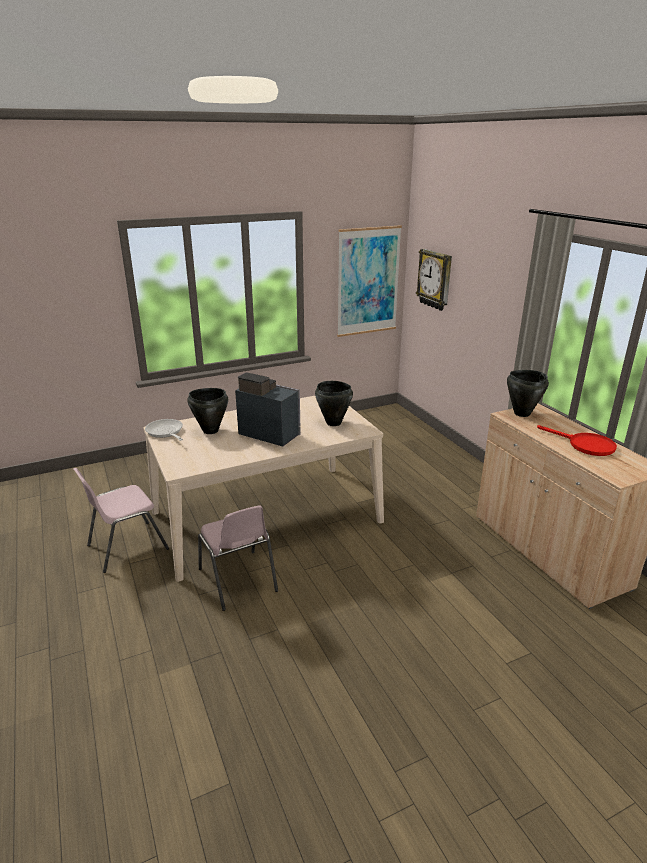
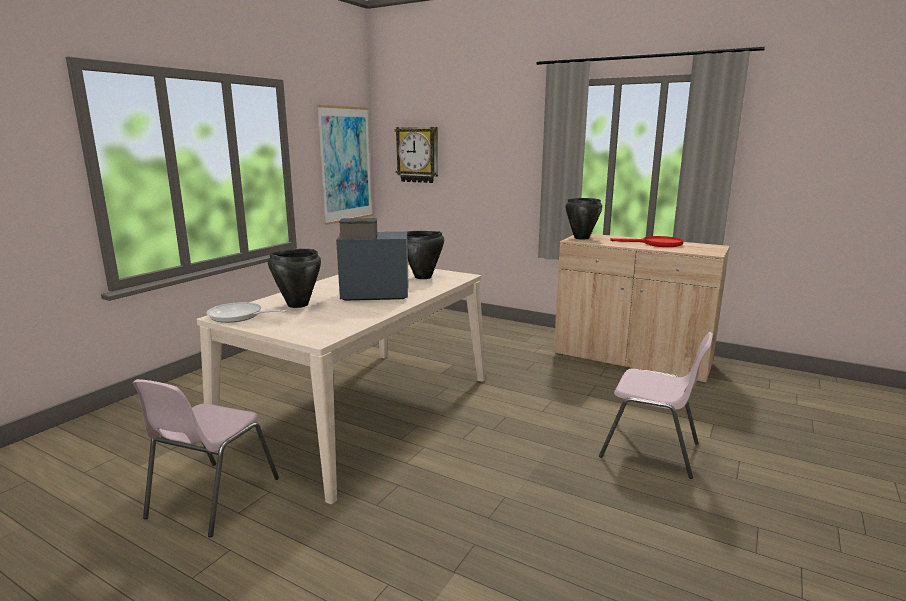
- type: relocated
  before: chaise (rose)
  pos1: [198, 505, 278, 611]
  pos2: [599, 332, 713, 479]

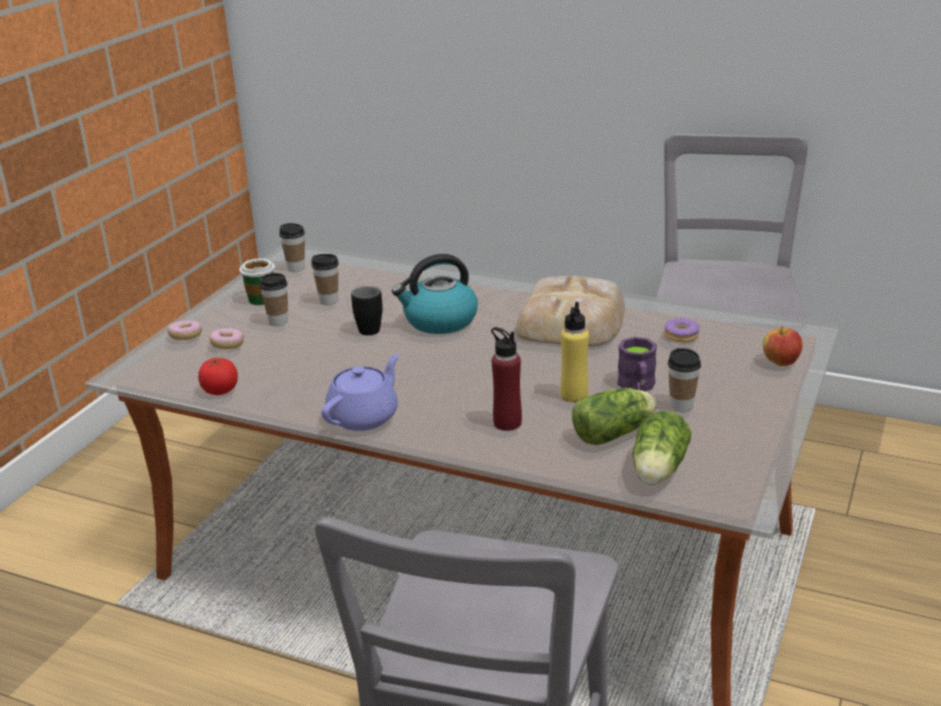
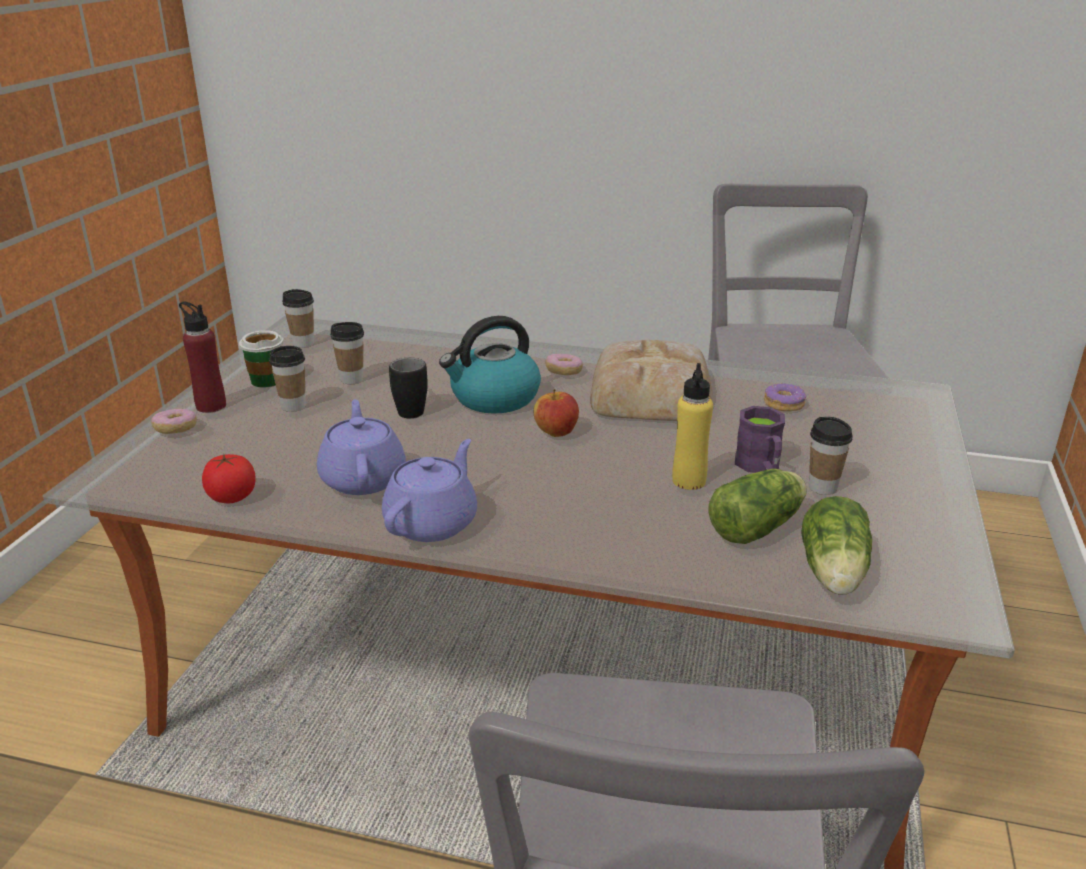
- type: relocated
  before: beignet
  pos1: [209, 328, 244, 349]
  pos2: [545, 354, 583, 375]
- type: relocated
  before: bouteille (rouge)
  pos1: [491, 327, 522, 431]
  pos2: [179, 302, 226, 413]
- type: relocated
  before: pomme
  pos1: [763, 326, 803, 366]
  pos2: [534, 389, 579, 437]
- type: appeared
  after: théière (violet)
  pos2: [317, 399, 406, 495]

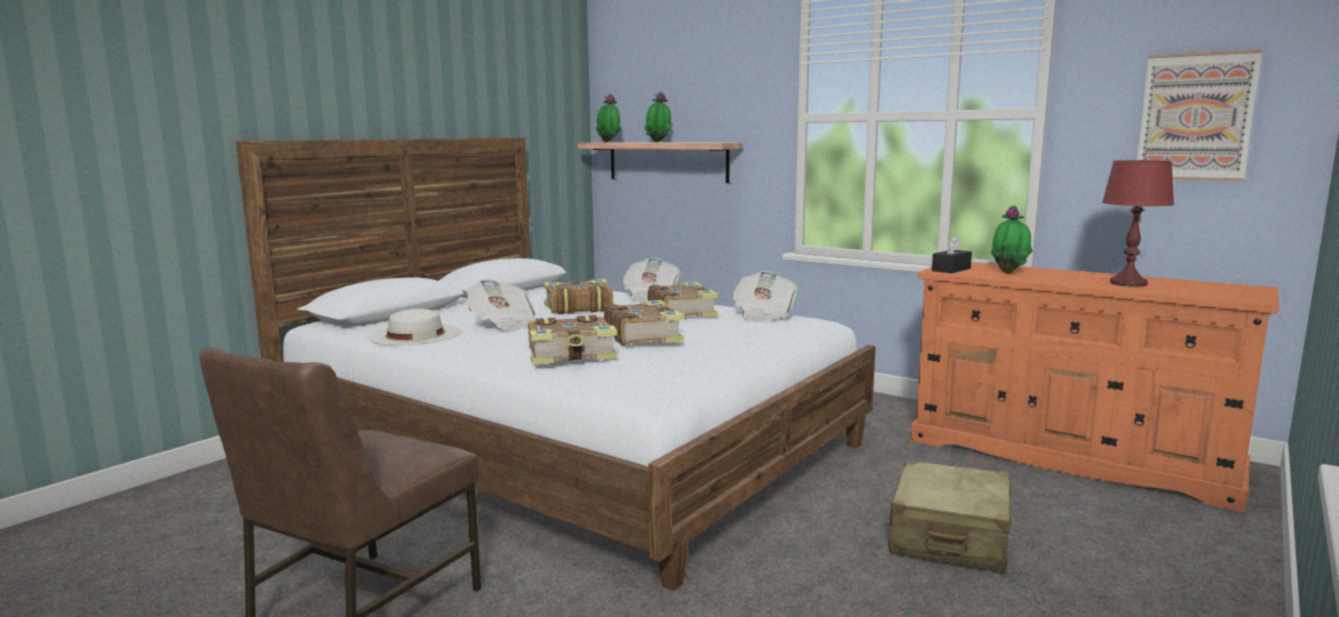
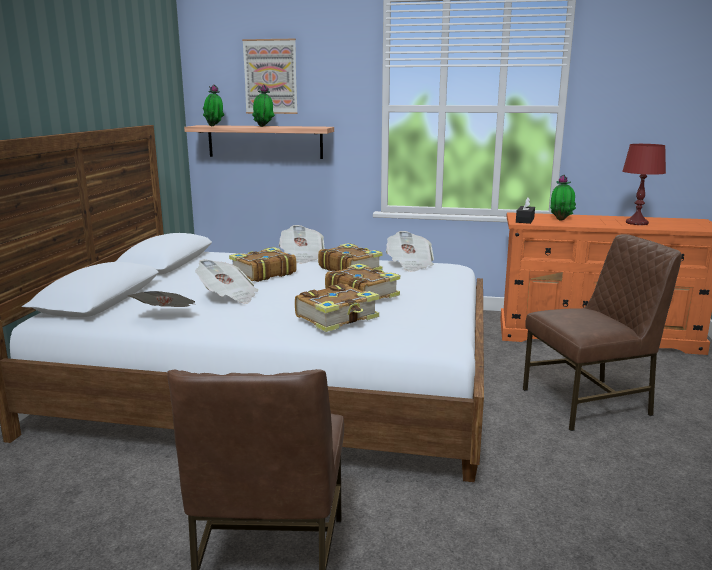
- type: exchanged
  before: chapeau (blanc)
  after: journal
  pos1: [368, 309, 461, 345]
  pos2: [128, 291, 195, 307]
- type: exchanged
  before: valise (beige)
  after: chaise (marron)
  pos1: [889, 460, 1011, 571]
  pos2: [523, 234, 682, 431]
- type: relocated
  before: tableau
  pos1: [1137, 50, 1262, 181]
  pos2: [242, 39, 298, 114]

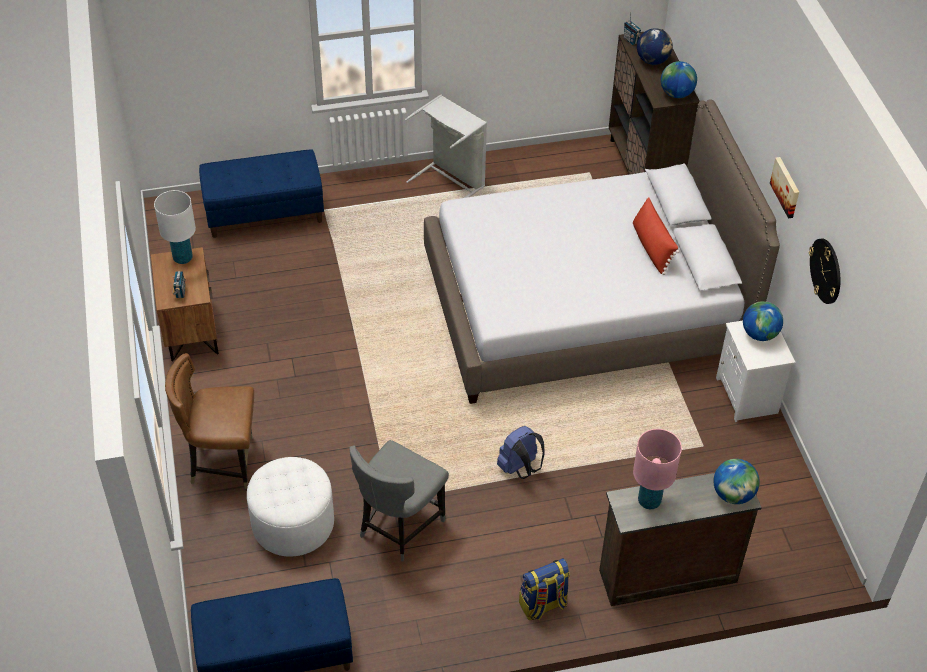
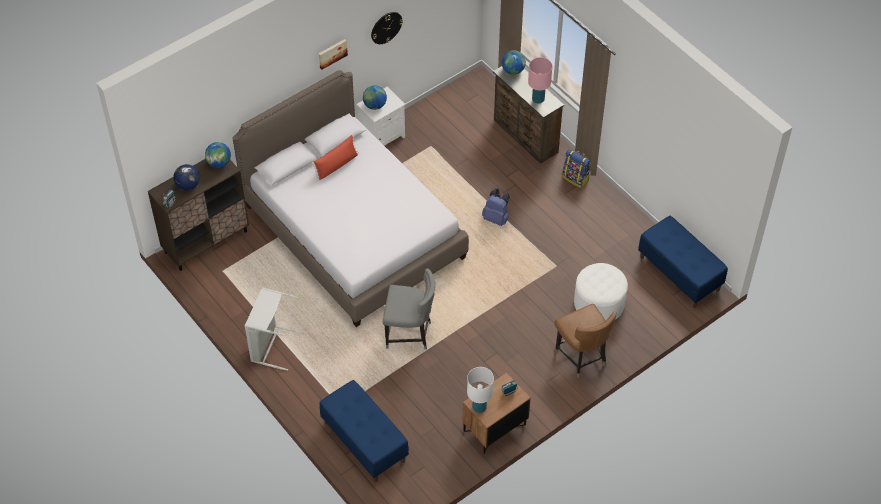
- type: relocated
  before: chaise (gris)
  pos1: [349, 440, 449, 562]
  pos2: [383, 268, 435, 349]

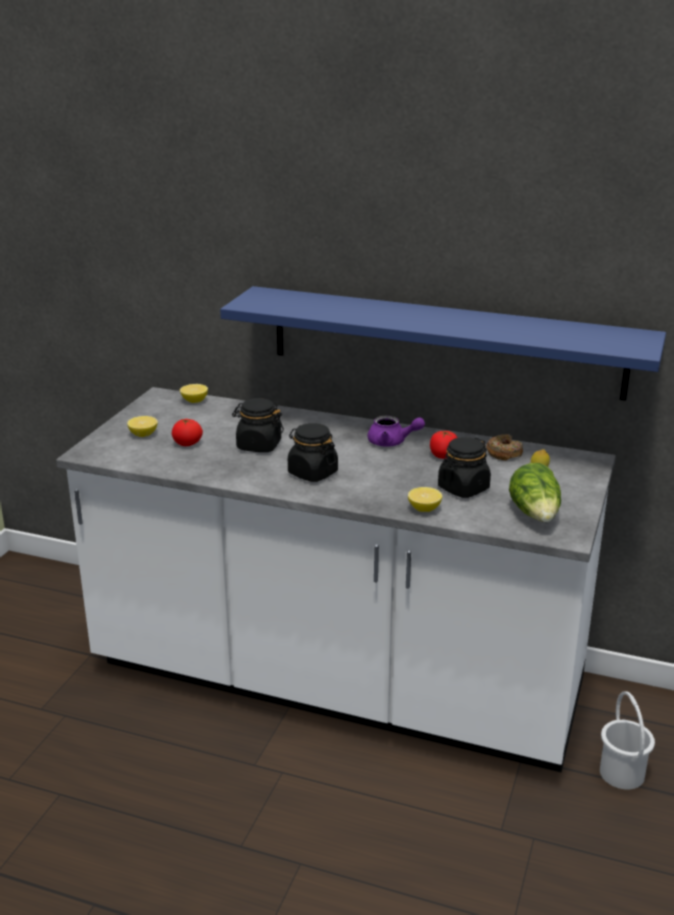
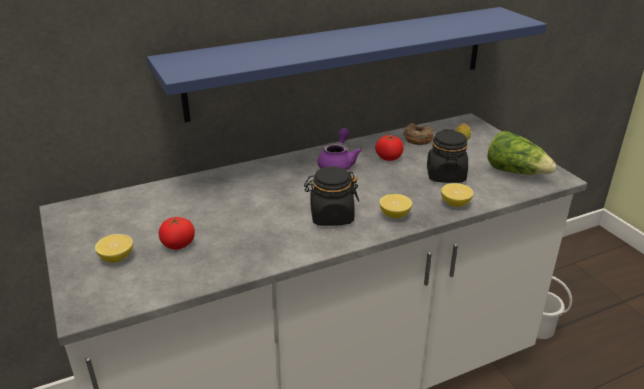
- type: relocated
  before: citron
  pos1: [180, 384, 208, 403]
  pos2: [379, 194, 412, 218]
- type: missing
  before: bocal (noir)
  pos1: [232, 398, 284, 452]
- type: spun
  before: théière (violet)
  pos1: [368, 416, 425, 447]
  pos2: [318, 128, 362, 170]
  turn: -45

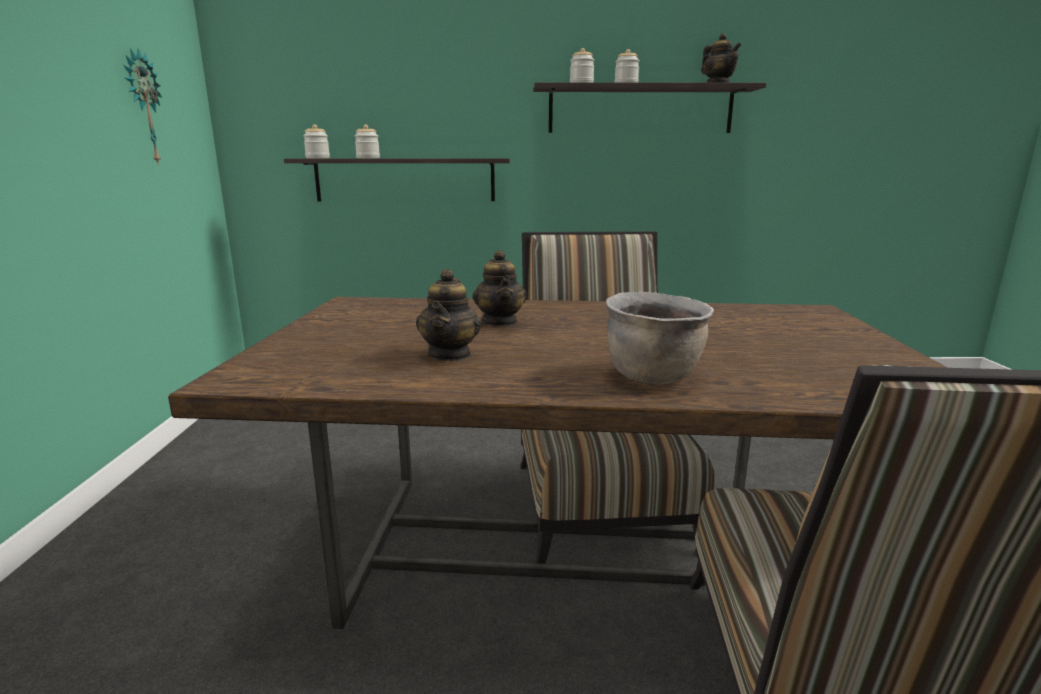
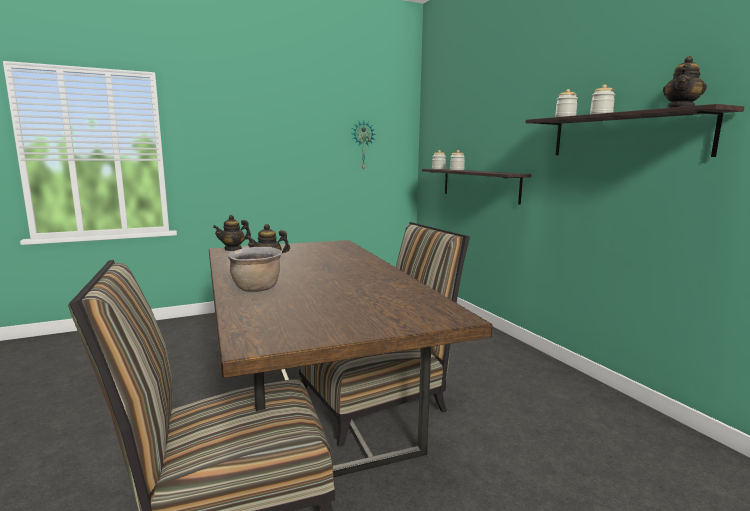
- type: relocated
  before: théière
  pos1: [472, 250, 527, 326]
  pos2: [213, 215, 251, 251]

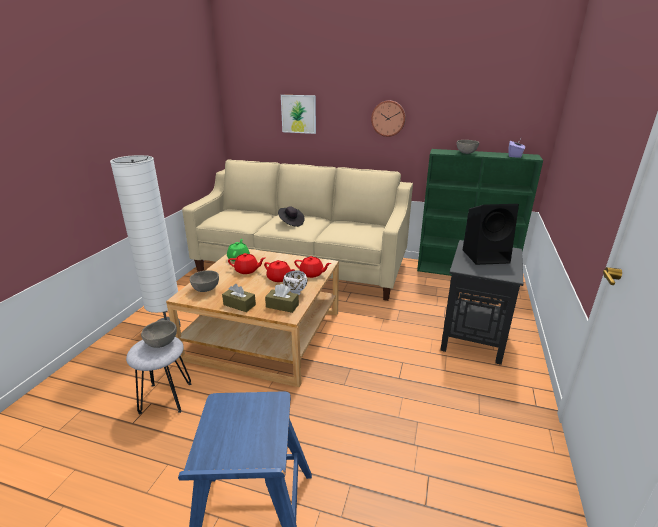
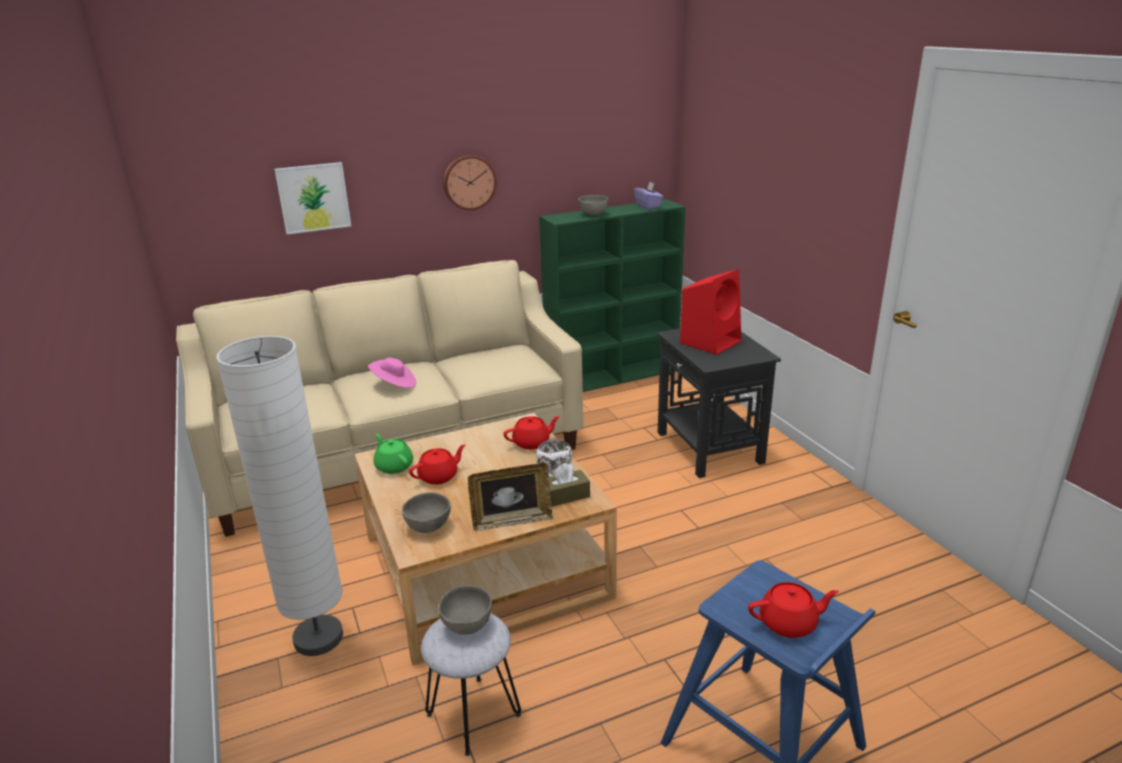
- type: exchanged
  before: boîte à mouchoirs (marron)
  after: cadre photo
  pos1: [222, 284, 256, 312]
  pos2: [468, 463, 553, 531]
- type: relocated
  before: théière (rouge)
  pos1: [264, 260, 295, 282]
  pos2: [748, 582, 839, 638]
- type: colour
  before: chapeau (noir)
  after: chapeau (rose)
  pos1: [278, 206, 304, 227]
  pos2: [368, 358, 416, 388]
- type: colour
  before: enceinte (noir)
  after: enceinte (rouge)
  pos1: [463, 204, 519, 265]
  pos2: [680, 269, 741, 355]

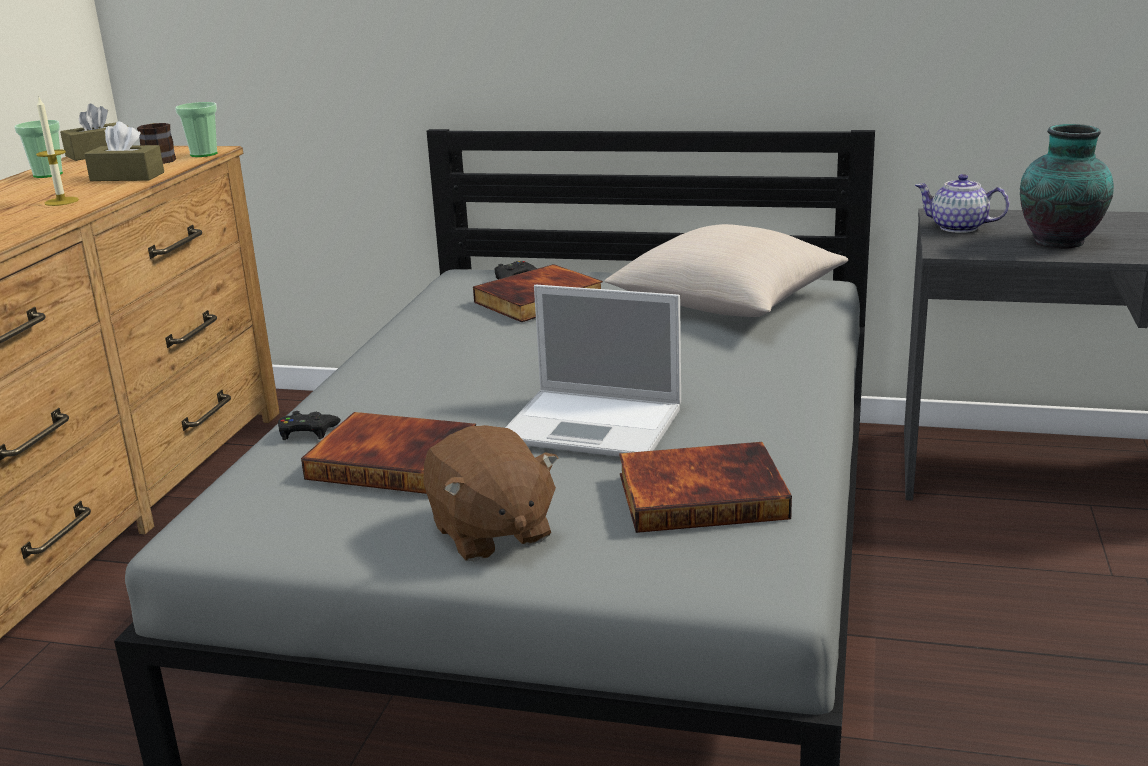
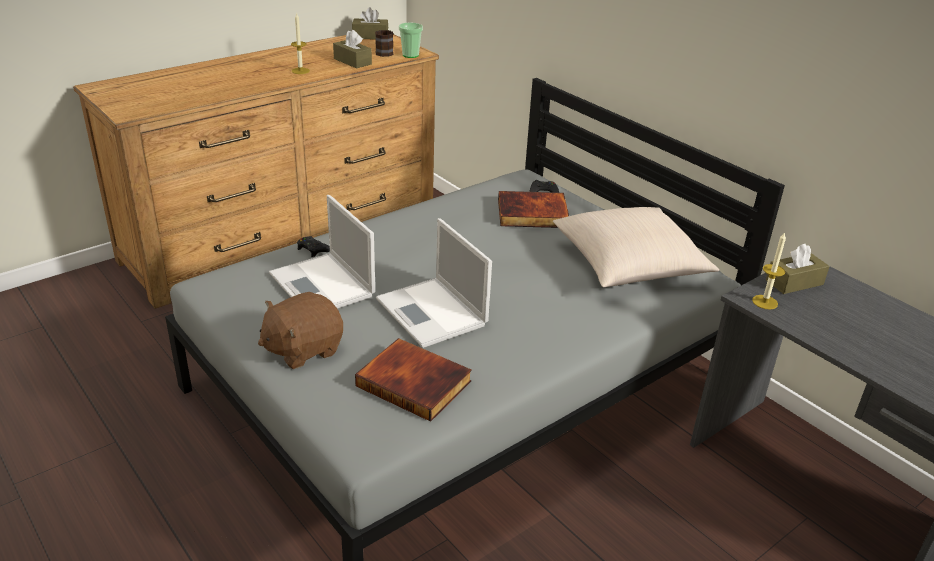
- type: missing
  before: tasse
  pos1: [15, 120, 63, 178]
- type: exchanged
  before: livre
  after: ordinateur portable
  pos1: [301, 412, 476, 494]
  pos2: [269, 195, 375, 309]
- type: spun
  before: peluche (marron)
  pos1: [423, 425, 558, 561]
  pos2: [258, 292, 343, 369]
  turn: 45
- type: exchanged
  before: théière
  after: boîte à mouchoirs (marron)
  pos1: [915, 174, 1009, 233]
  pos2: [766, 243, 830, 294]
- type: missing
  before: vase
  pos1: [1020, 124, 1114, 248]
- type: appeared
  after: bougie
  pos2: [752, 232, 786, 310]

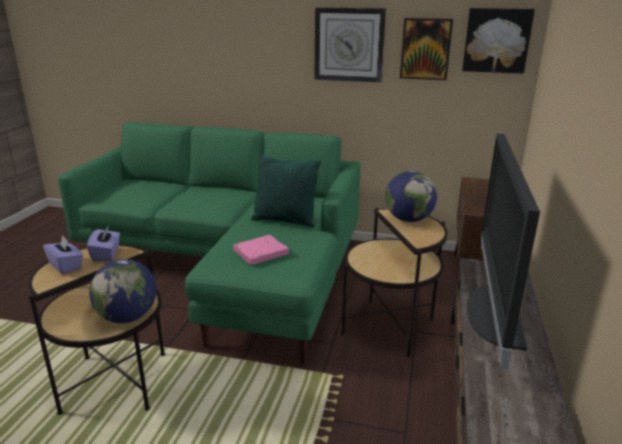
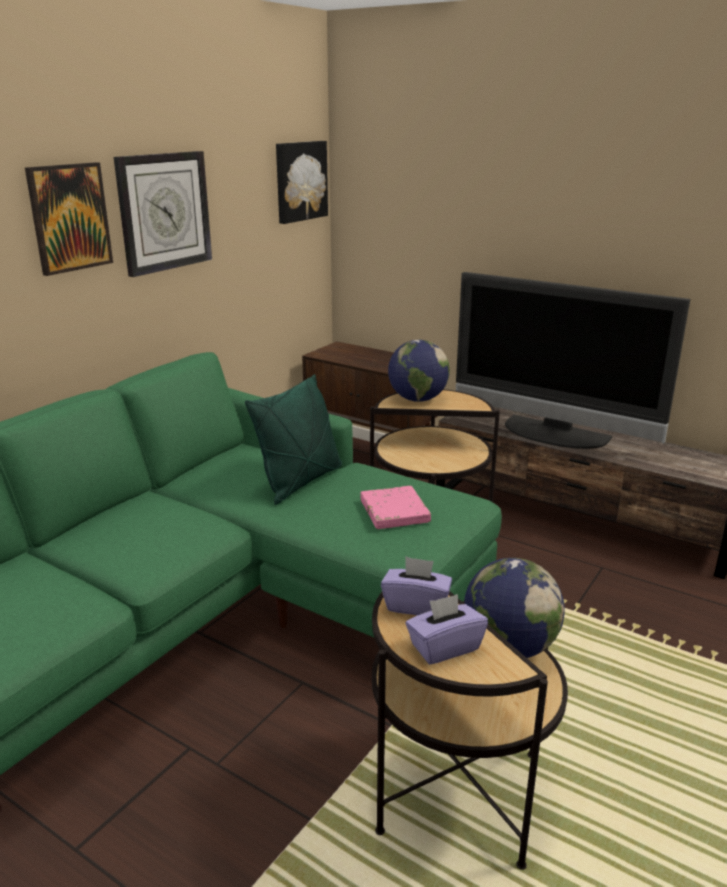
- type: relocated
  before: tableau
  pos1: [400, 18, 453, 80]
  pos2: [25, 162, 113, 276]

